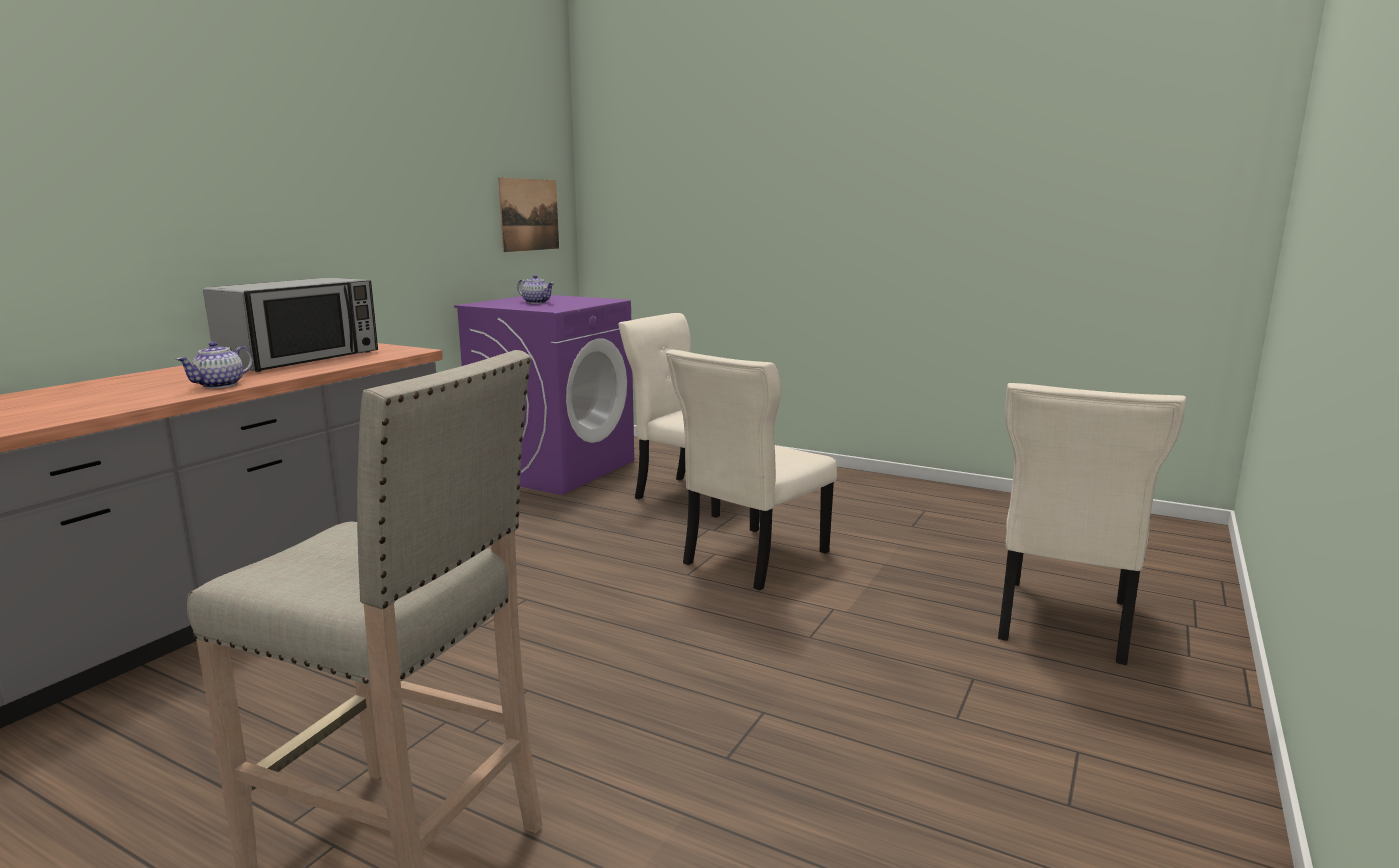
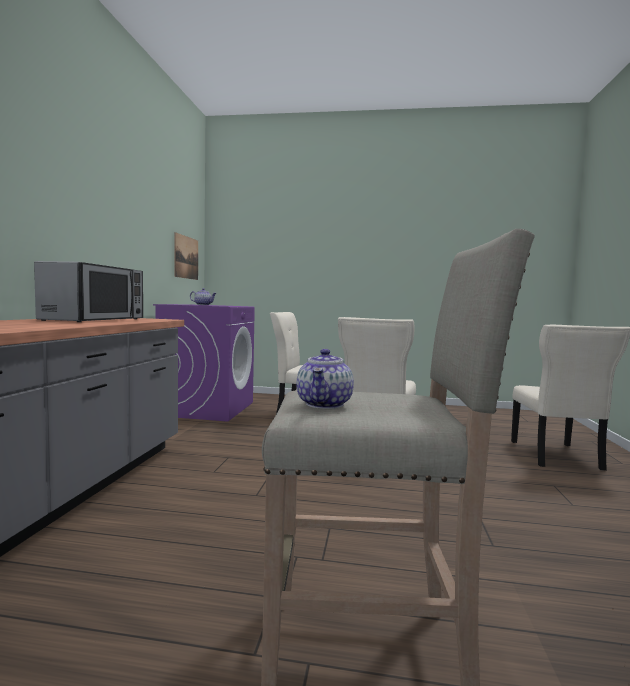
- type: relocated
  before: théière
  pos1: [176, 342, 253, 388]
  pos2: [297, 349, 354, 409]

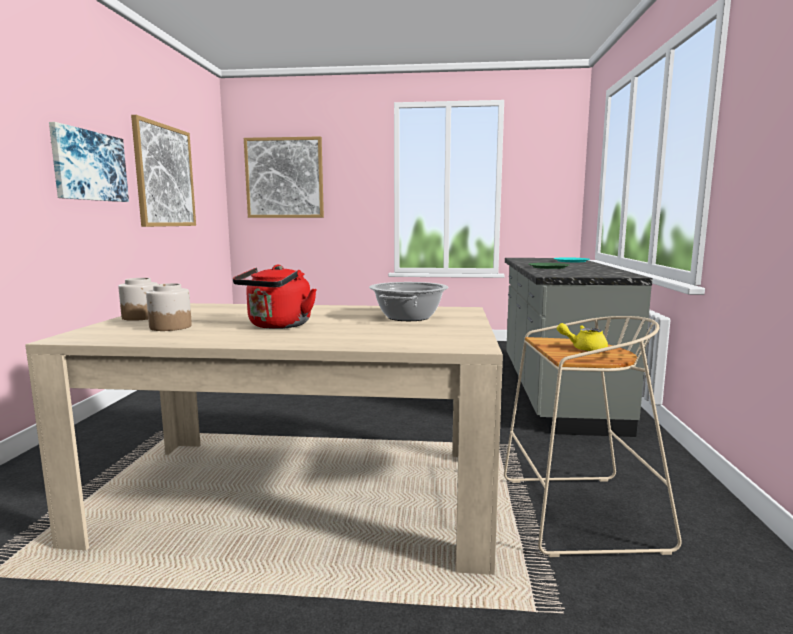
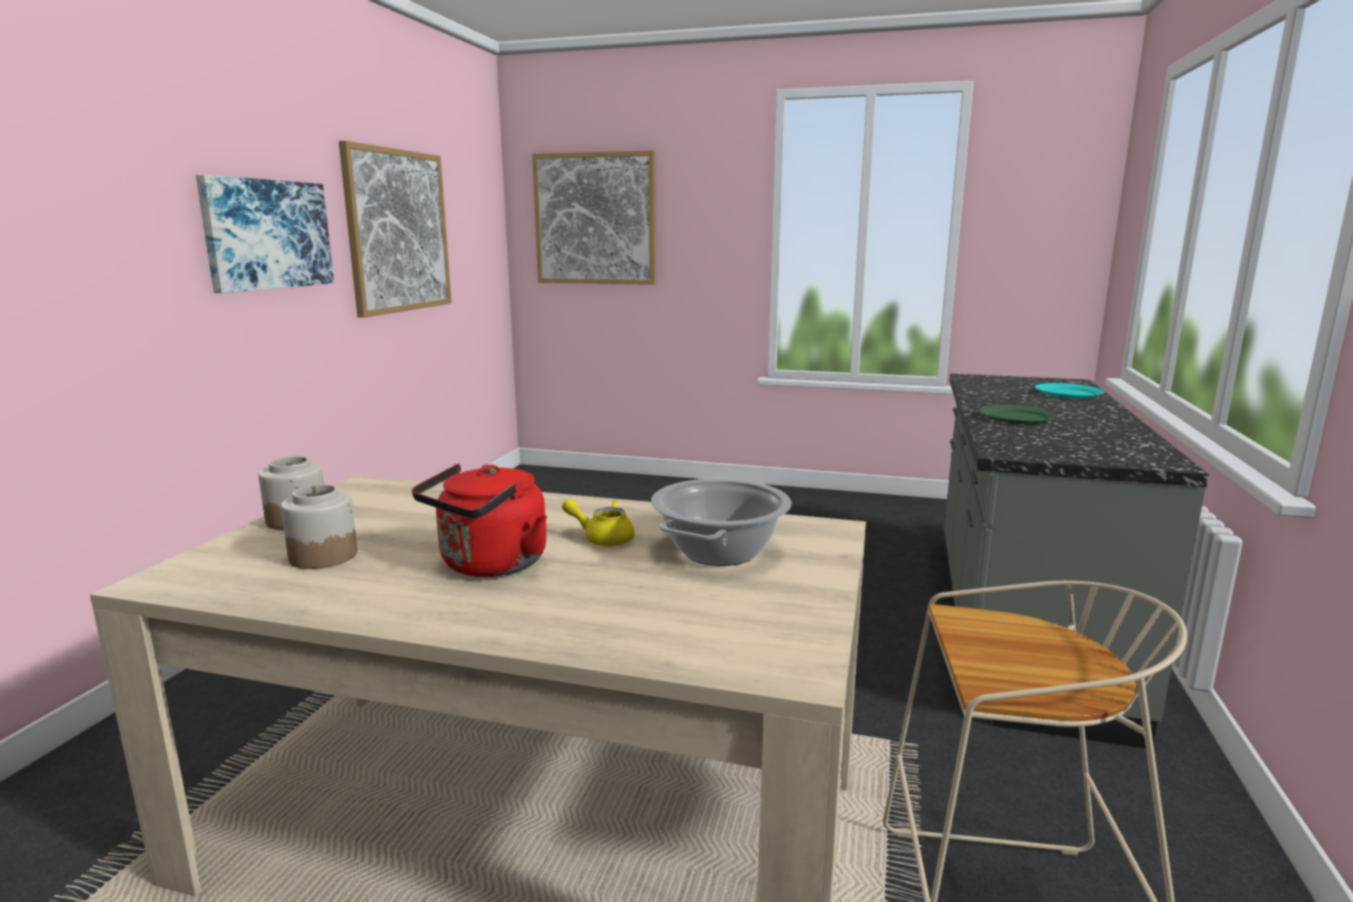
- type: relocated
  before: théière (jaune)
  pos1: [557, 323, 608, 351]
  pos2: [562, 498, 635, 546]

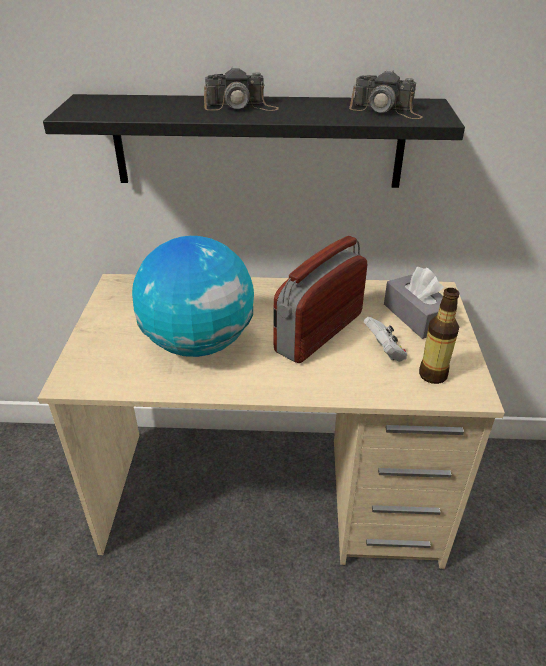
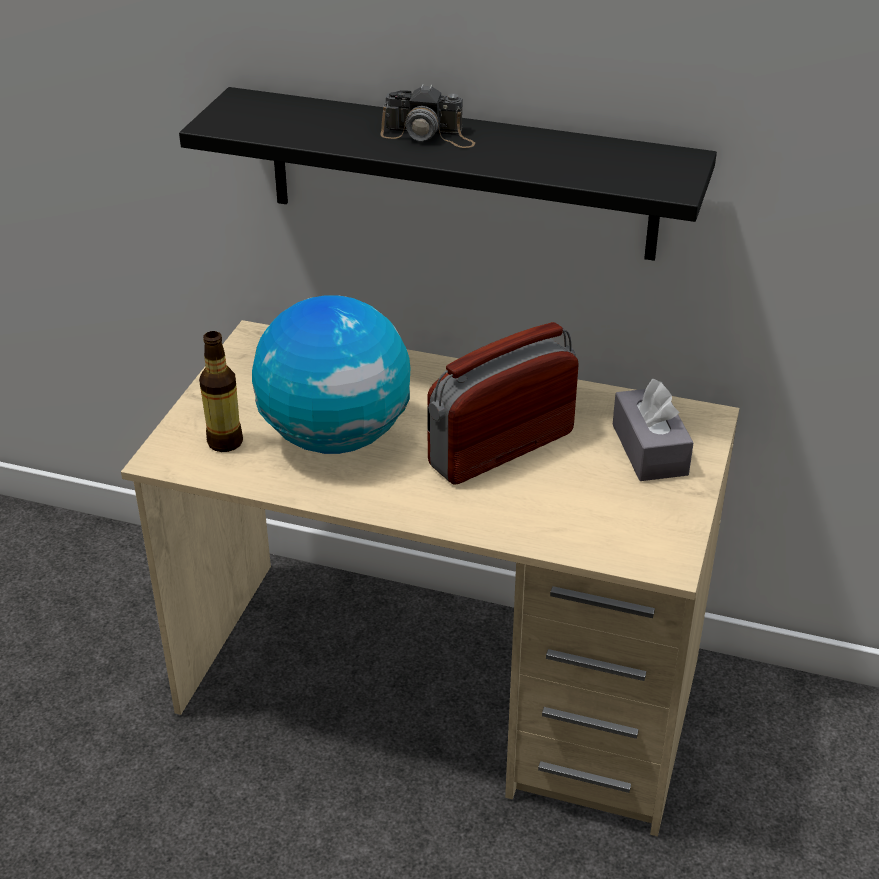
- type: missing
  before: appareil photo
  pos1: [349, 69, 423, 119]
- type: missing
  before: manette (blanc)
  pos1: [364, 317, 407, 362]
- type: relocated
  before: bouteille
  pos1: [419, 288, 459, 384]
  pos2: [199, 331, 243, 452]

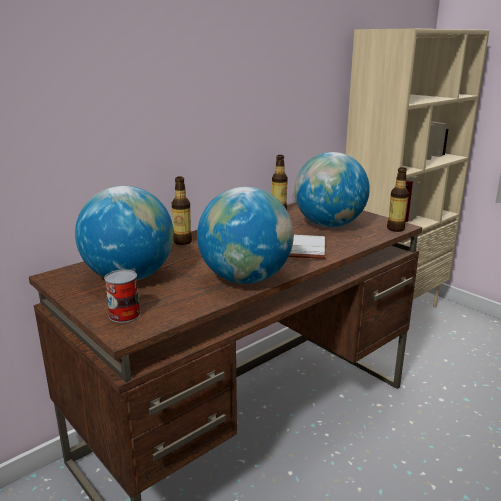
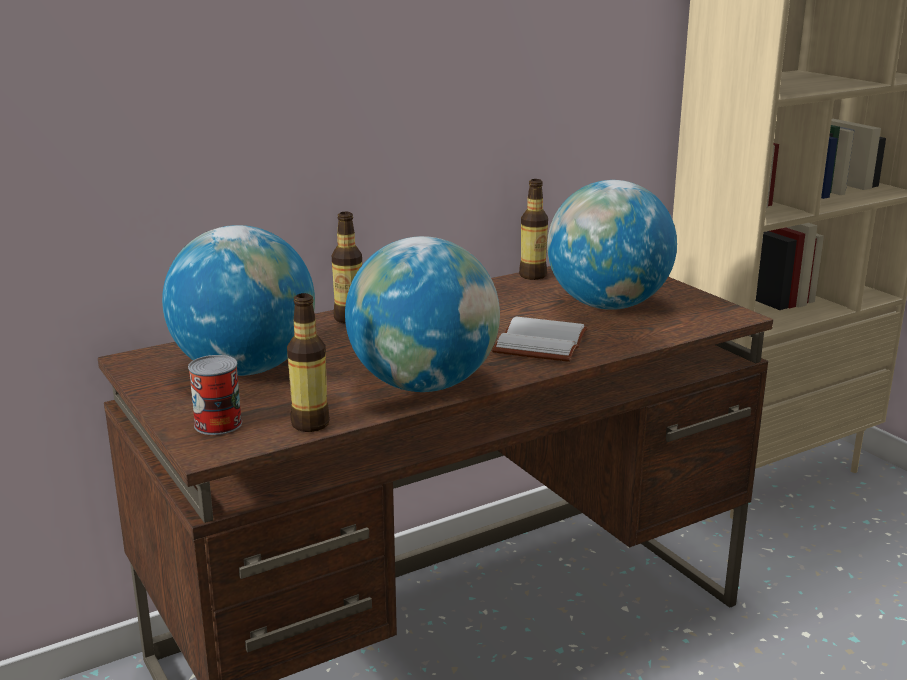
- type: relocated
  before: bouteille
  pos1: [387, 167, 409, 232]
  pos2: [287, 293, 330, 432]

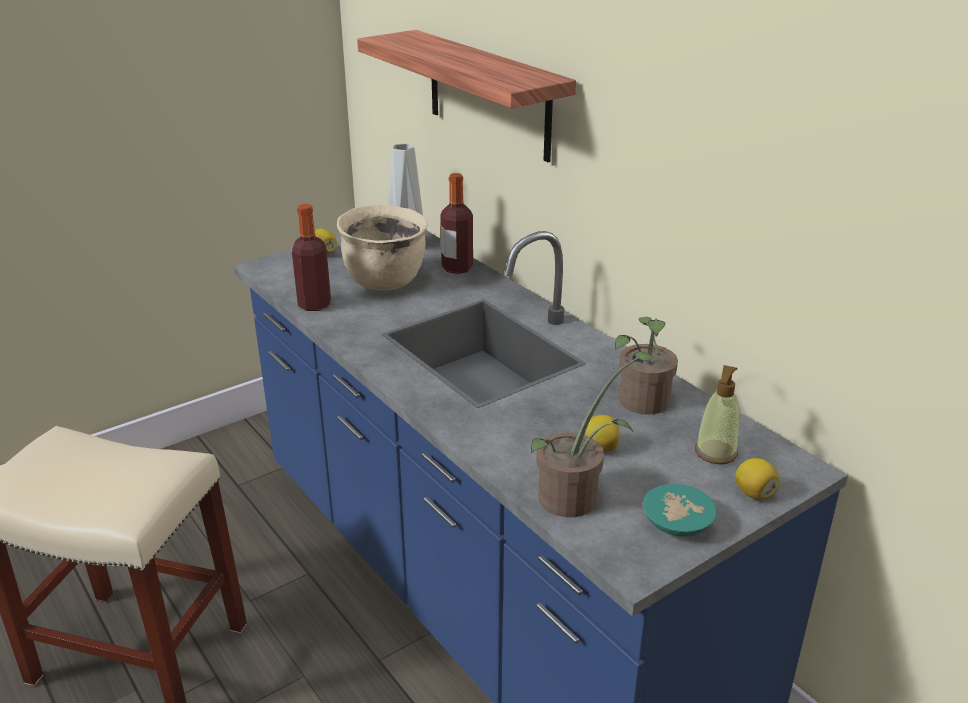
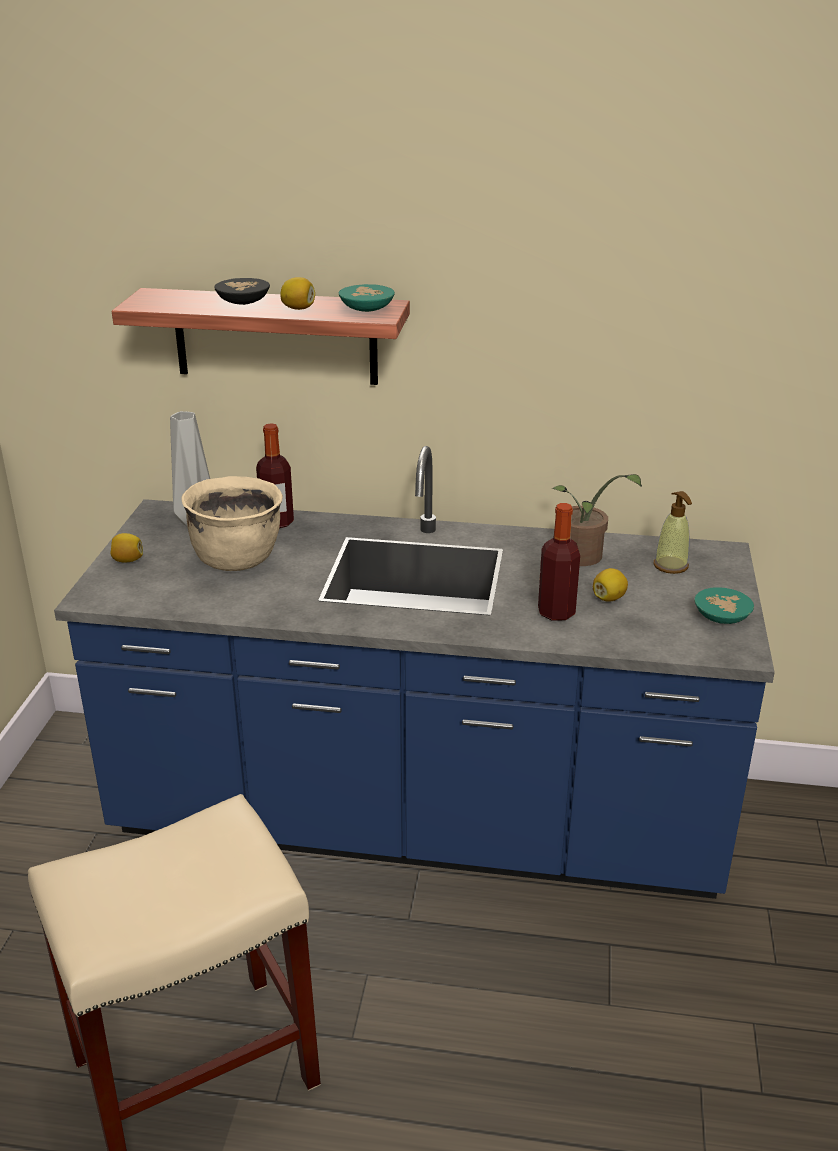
- type: relocated
  before: bouteille
  pos1: [292, 204, 331, 311]
  pos2: [538, 503, 580, 621]
- type: missing
  before: plante en pot
  pos1: [531, 352, 654, 517]
- type: relocated
  before: citron
  pos1: [735, 458, 780, 500]
  pos2: [280, 277, 315, 310]
- type: appeared
  after: bol (noir)
  pos2: [214, 278, 270, 305]
- type: appeared
  after: bol (turquoise)
  pos2: [339, 284, 395, 312]

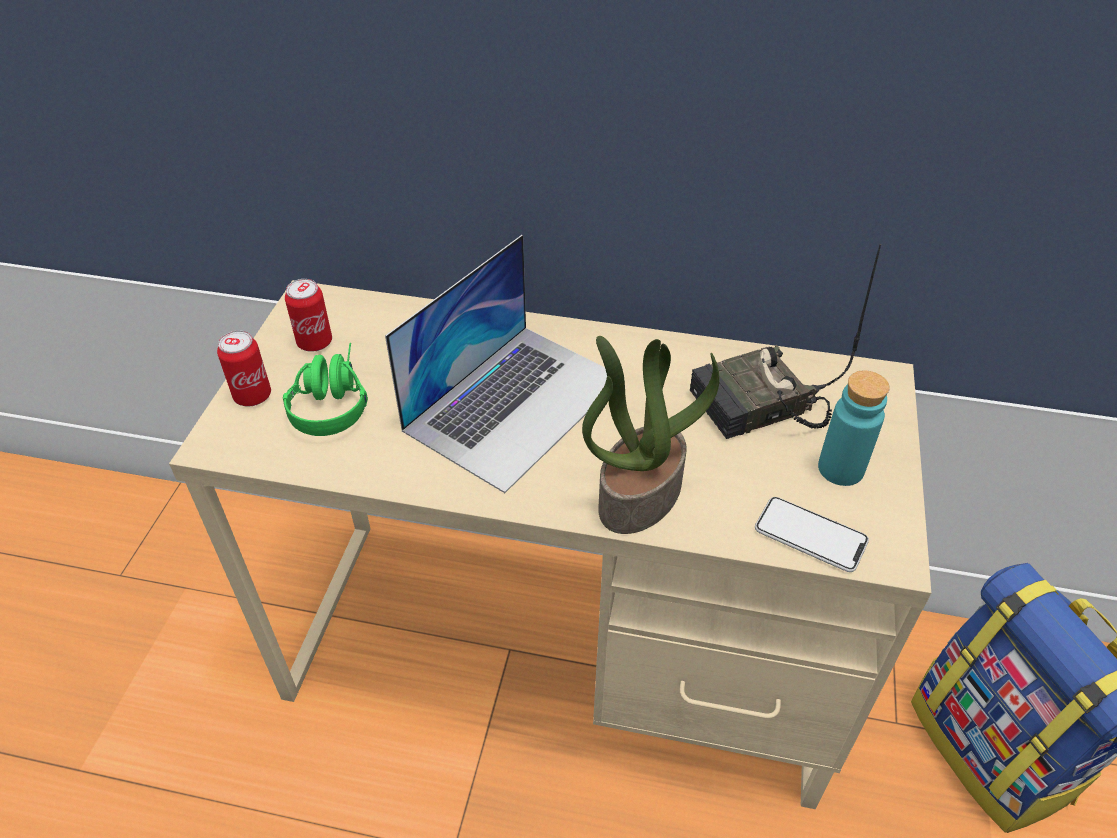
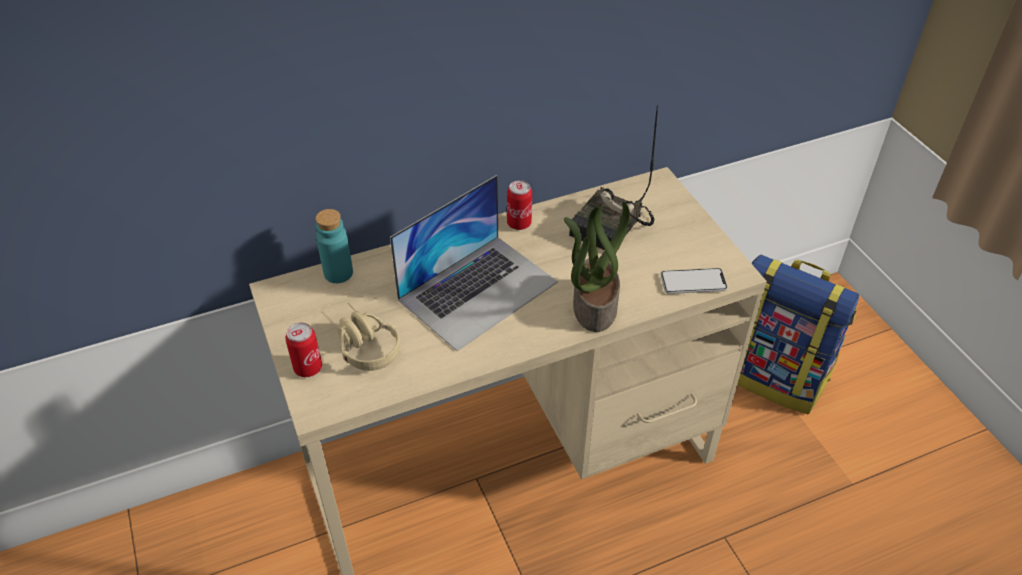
- type: colour
  before: casque audio (vert)
  after: casque audio (beige)
  pos1: [283, 343, 368, 436]
  pos2: [337, 302, 400, 371]
- type: relocated
  before: boîte métallique
  pos1: [285, 279, 332, 352]
  pos2: [507, 180, 532, 230]
- type: spun
  before: ordinateur portable
  pos1: [385, 235, 607, 493]
  pos2: [390, 175, 558, 351]
  turn: 45
- type: relocated
  before: bouteille (turquoise)
  pos1: [818, 371, 890, 486]
  pos2: [315, 209, 353, 283]

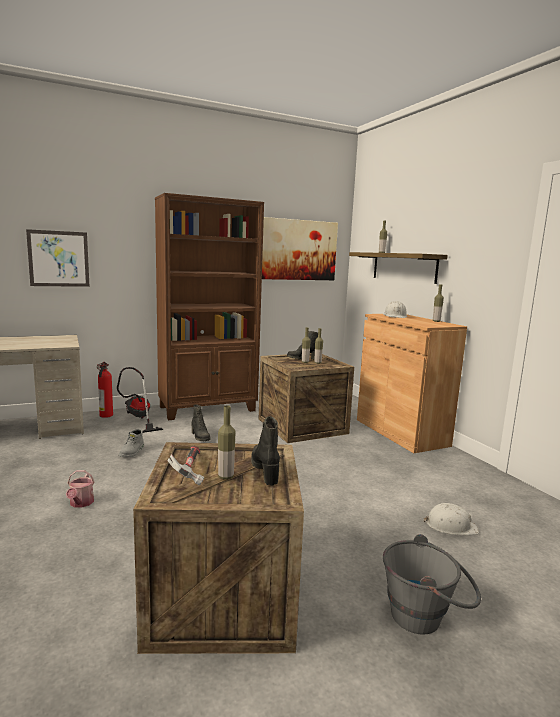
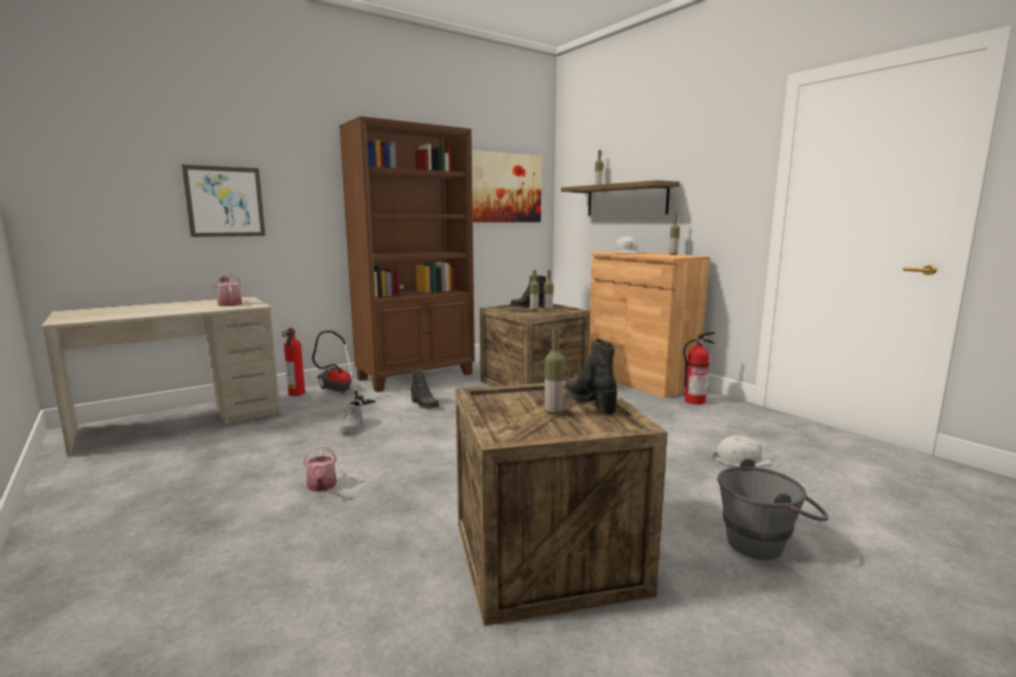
- type: missing
  before: marteau
  pos1: [167, 446, 204, 485]
- type: appeared
  after: arrosoir
  pos2: [214, 273, 242, 306]
- type: appeared
  after: extincteur
  pos2: [683, 332, 716, 405]

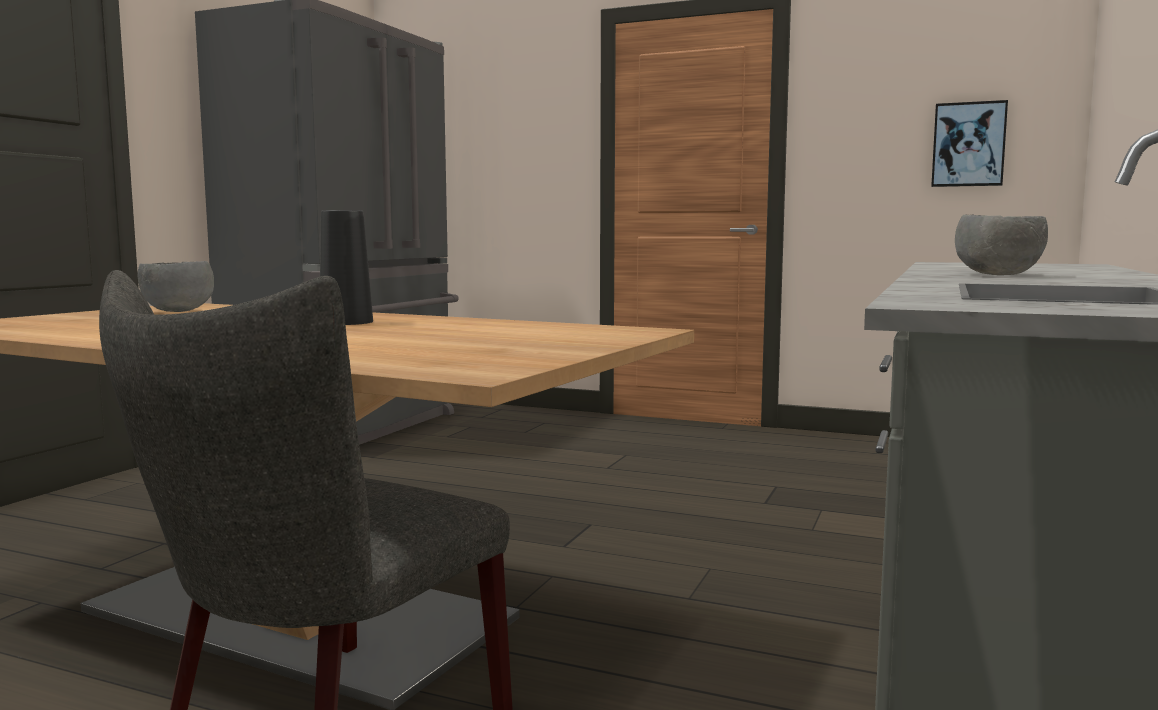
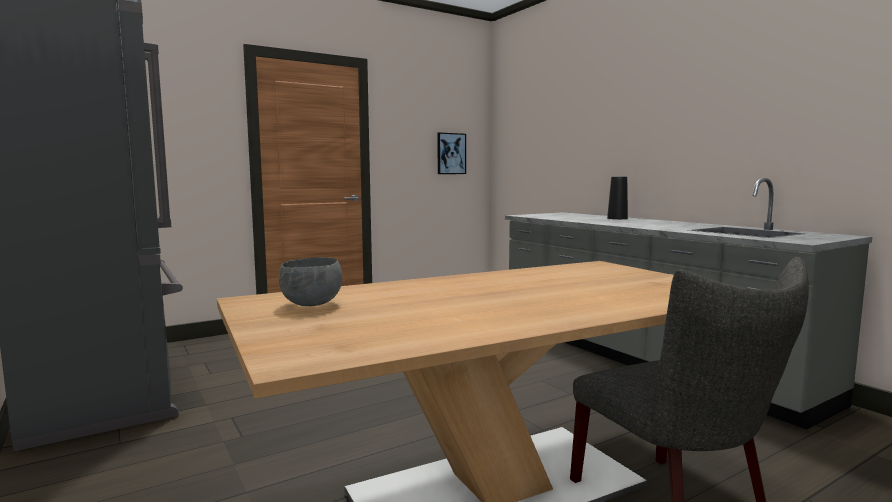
- type: relocated
  before: vase (noir)
  pos1: [320, 210, 373, 325]
  pos2: [607, 177, 628, 219]
- type: missing
  before: bol (gris)
  pos1: [955, 215, 1048, 275]

